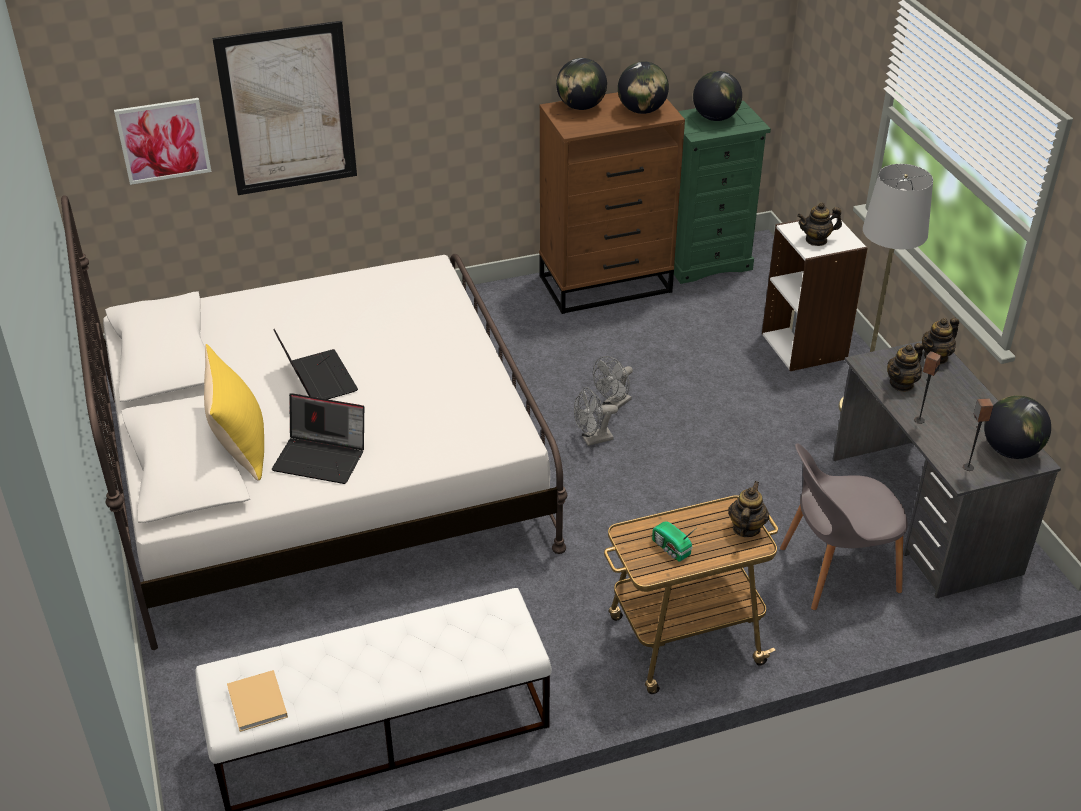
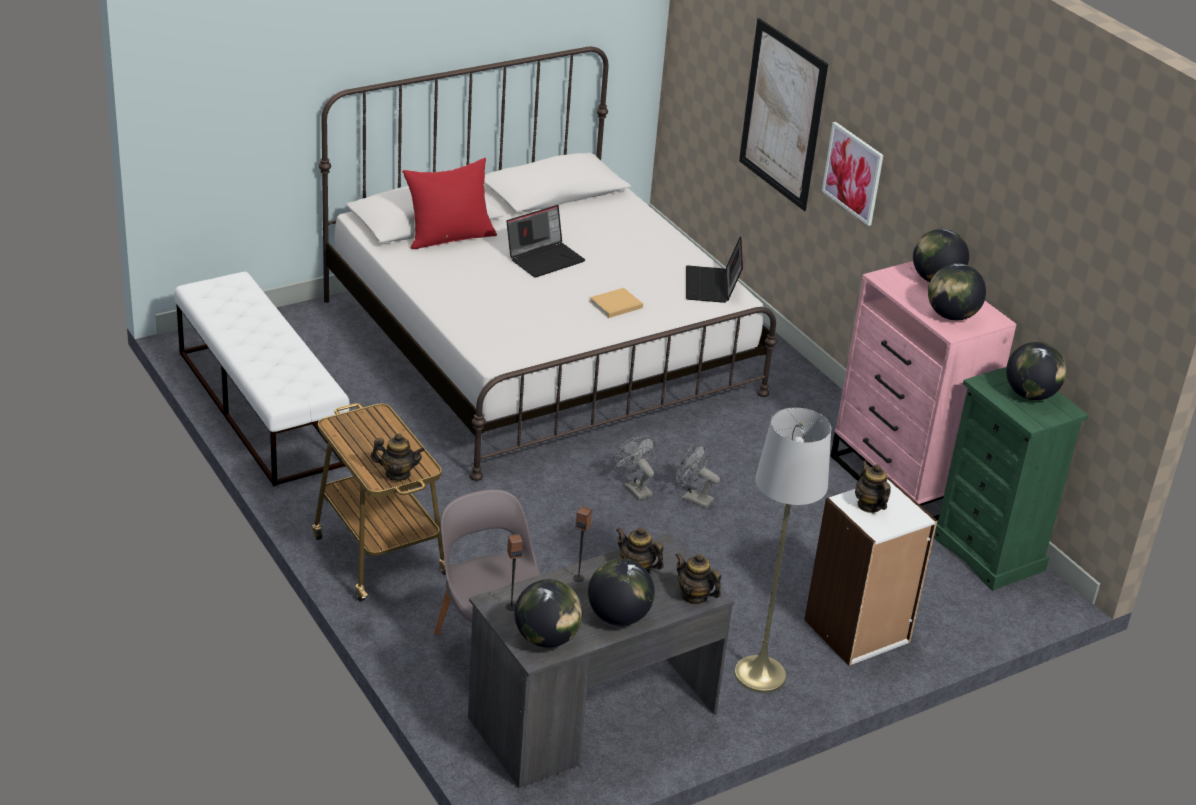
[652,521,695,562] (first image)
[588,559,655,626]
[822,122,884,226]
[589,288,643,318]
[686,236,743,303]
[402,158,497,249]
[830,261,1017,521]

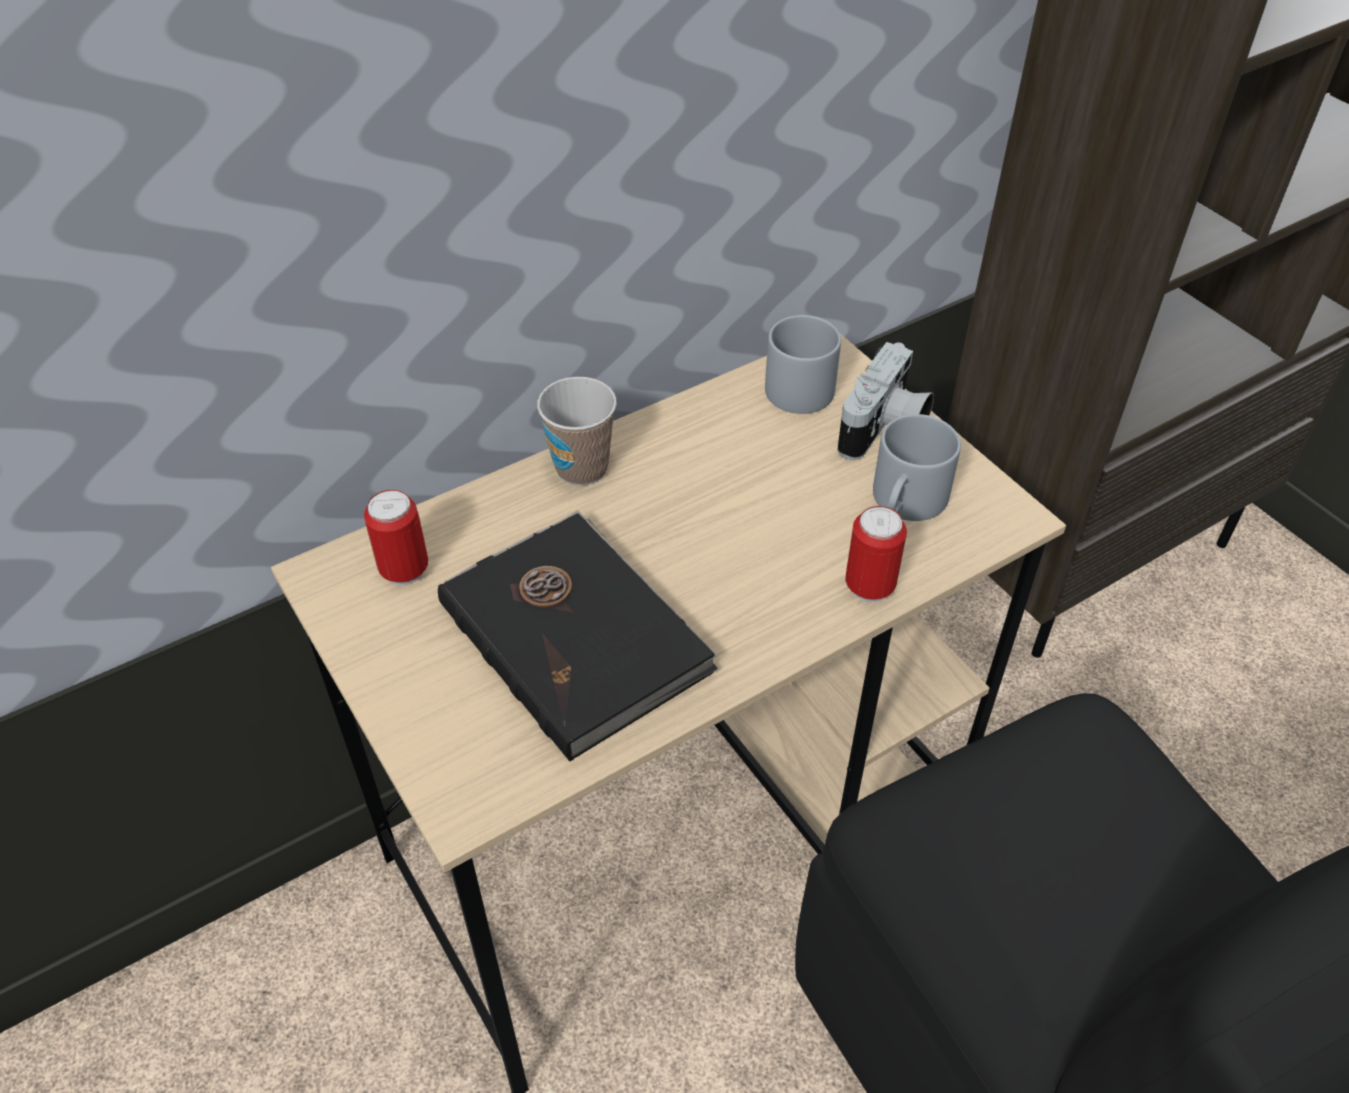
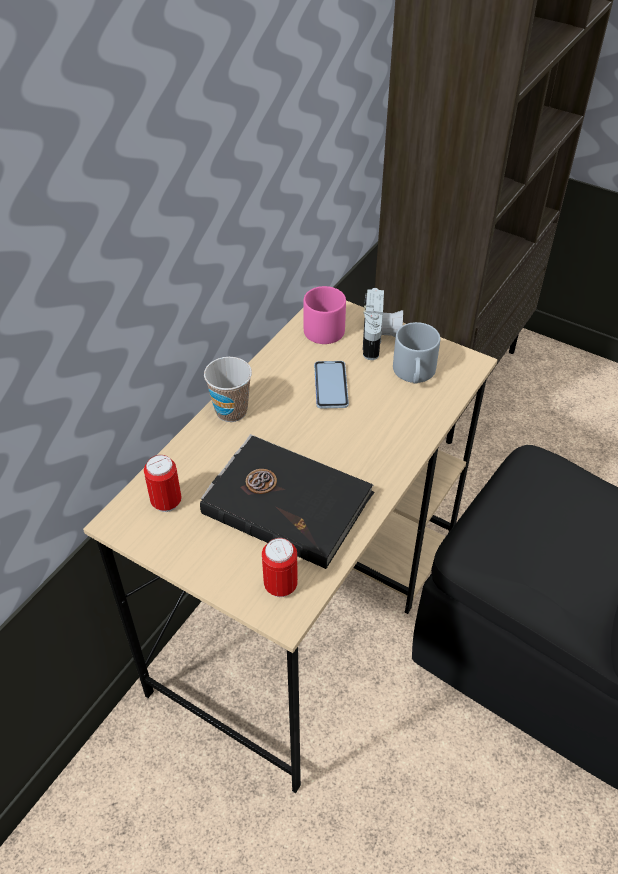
[314,361,349,409]
[262,538,298,597]
[303,286,346,344]

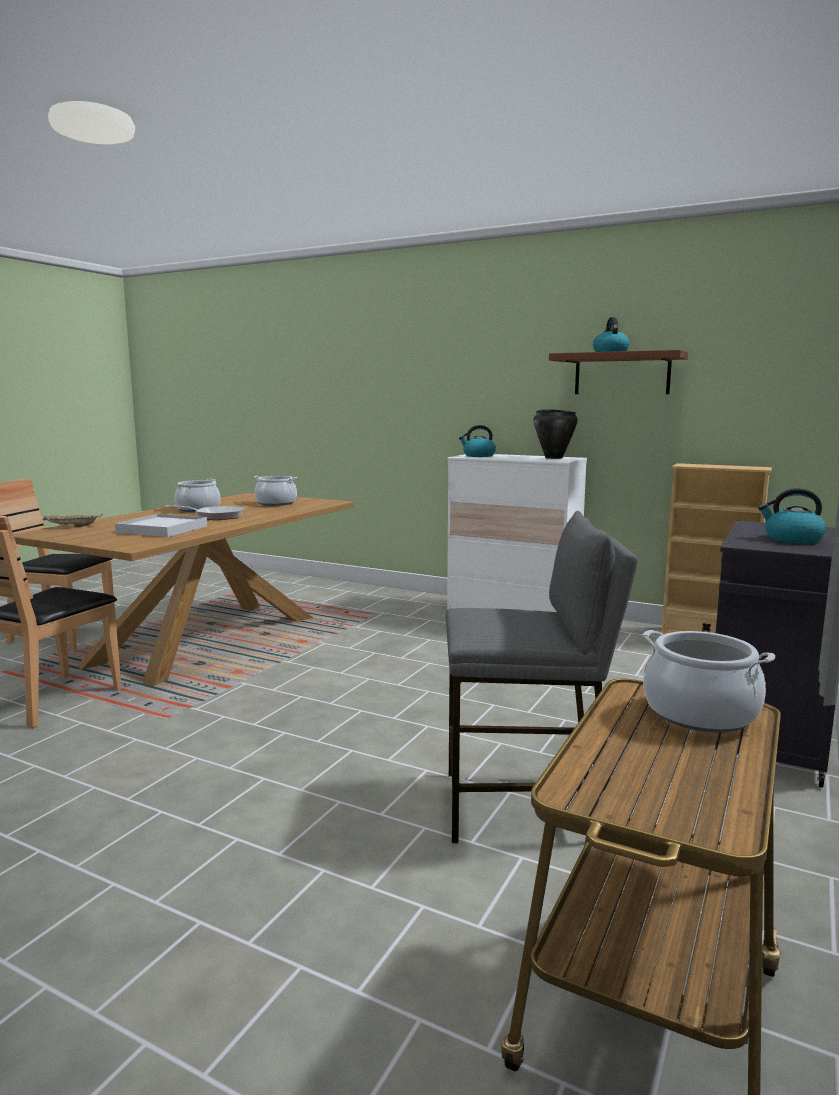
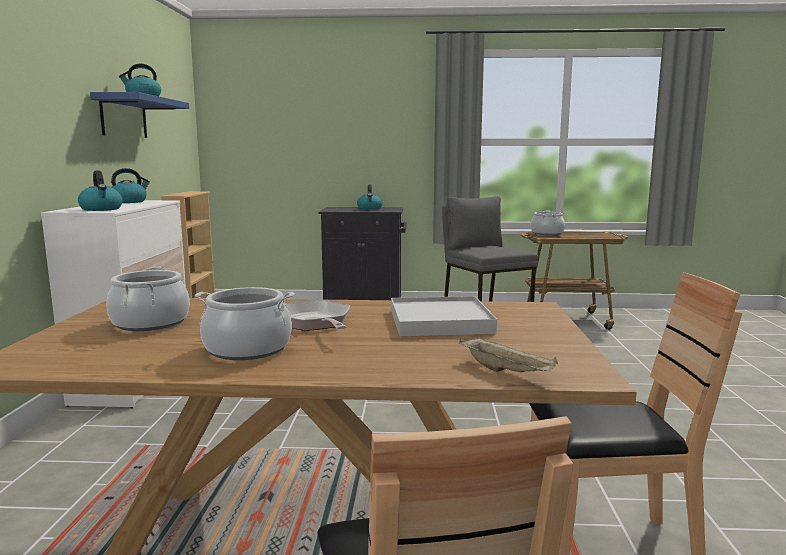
[111,168,150,203]
[90,92,189,138]

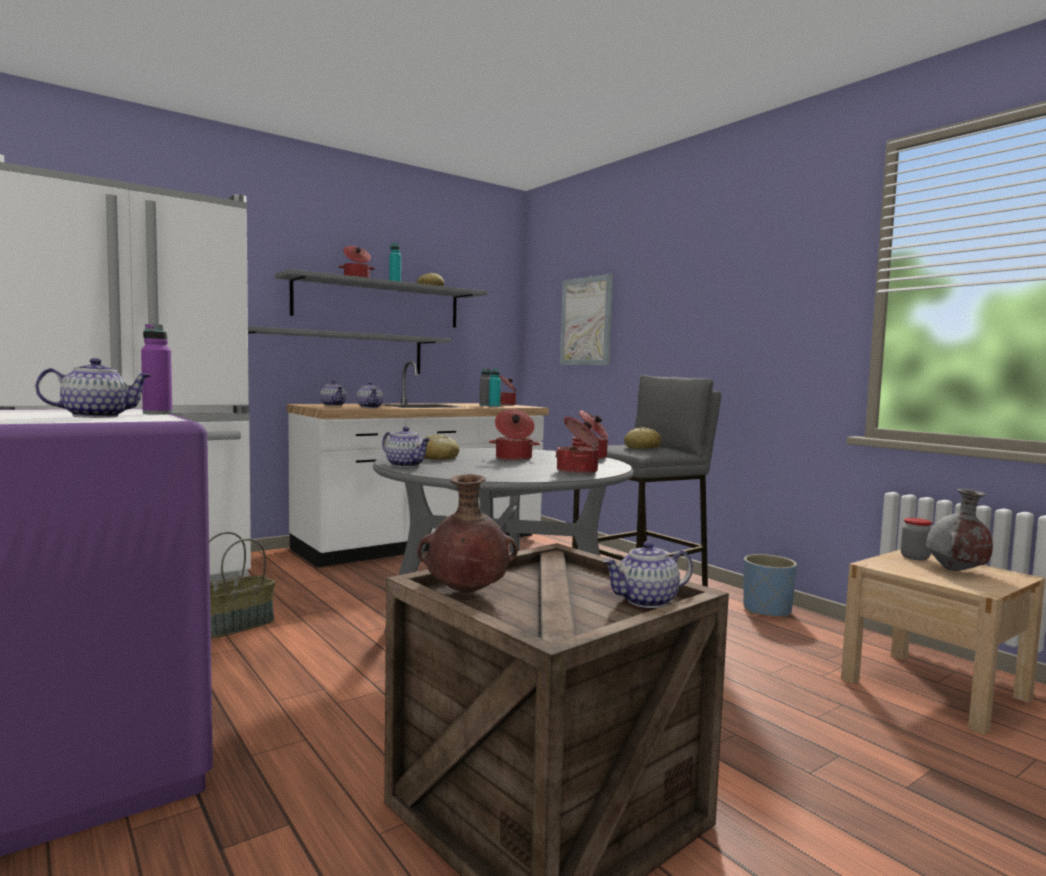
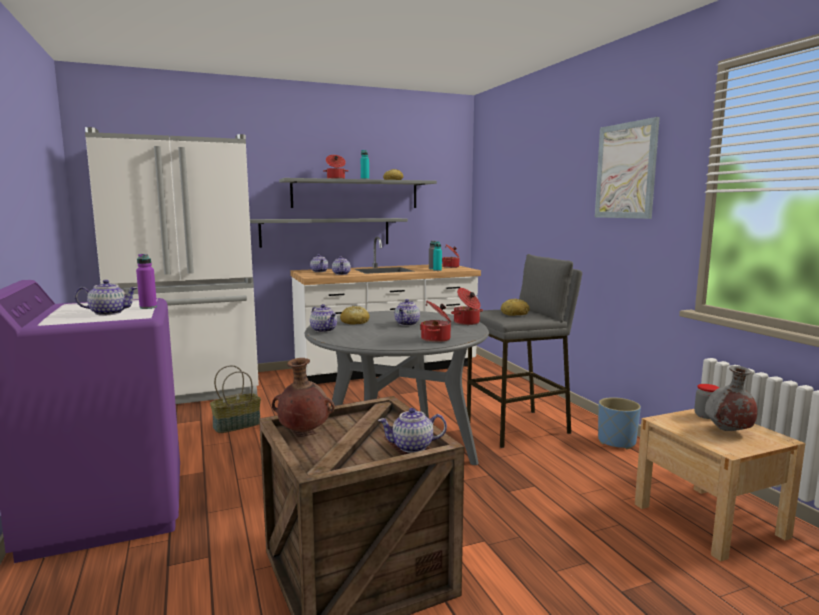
[595,117,660,219]
[394,299,420,326]

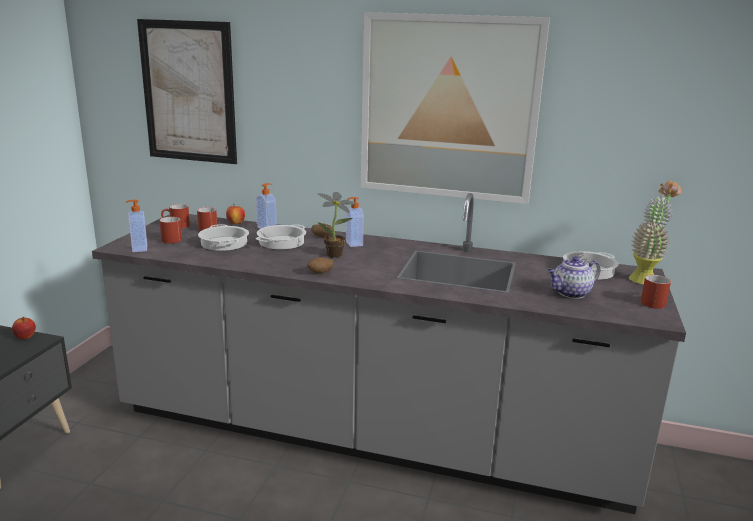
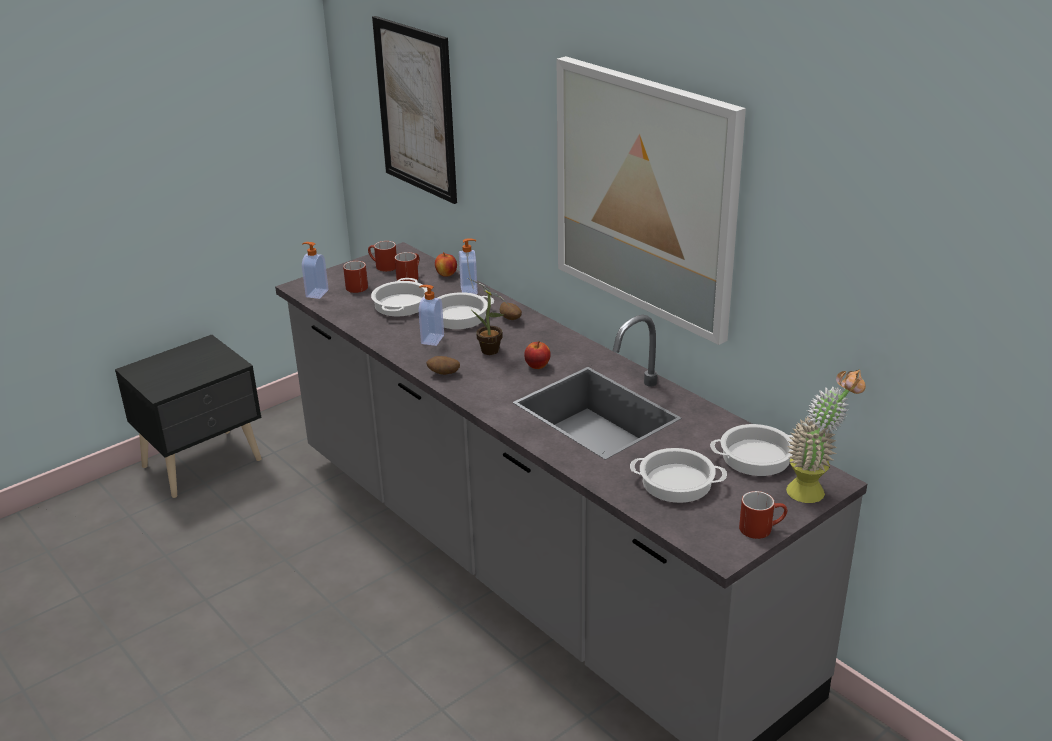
[524,341,551,369]
[419,285,444,346]
[630,448,727,503]

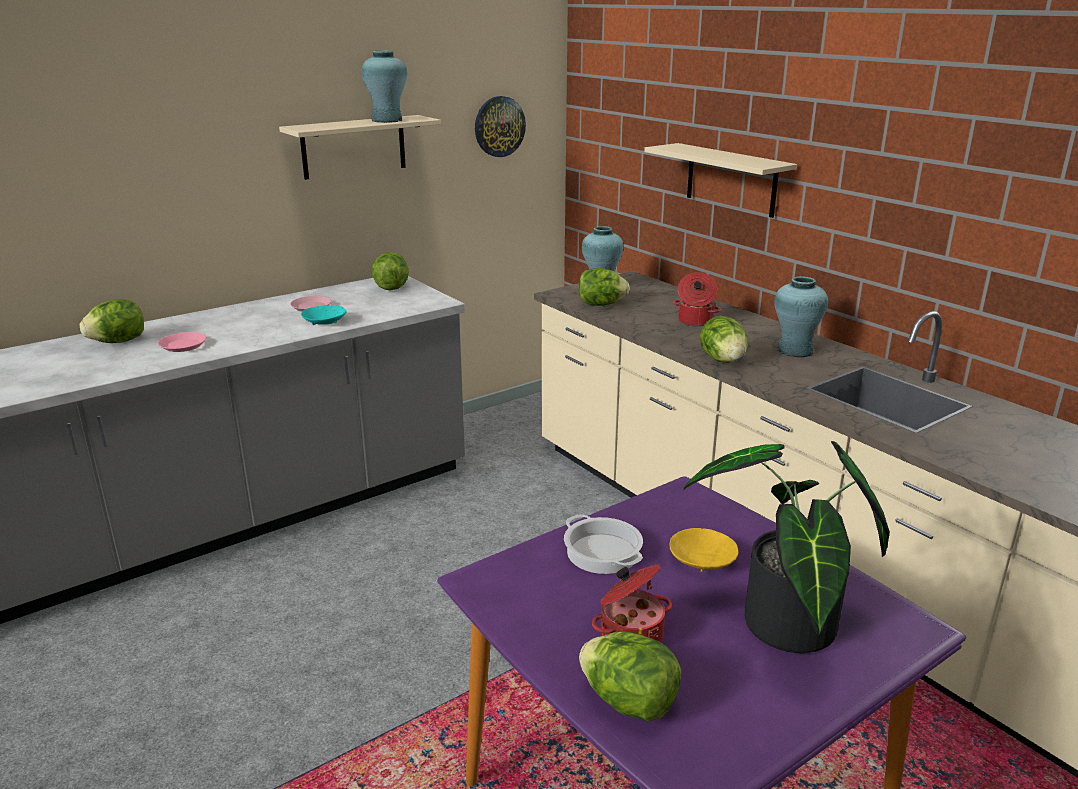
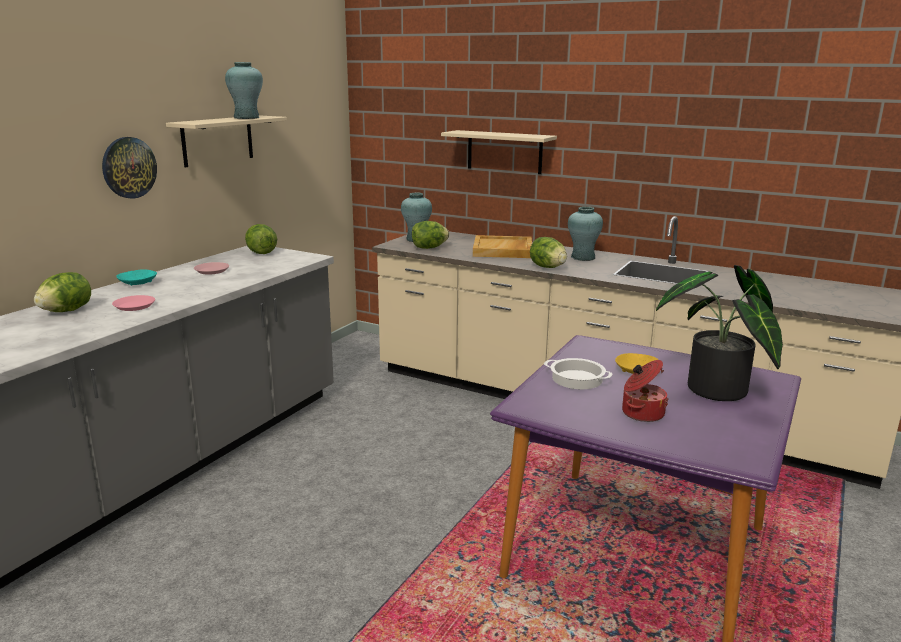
[579,632,681,722] (first image)
[116,269,157,286]
[102,137,157,199]
[473,235,532,258]

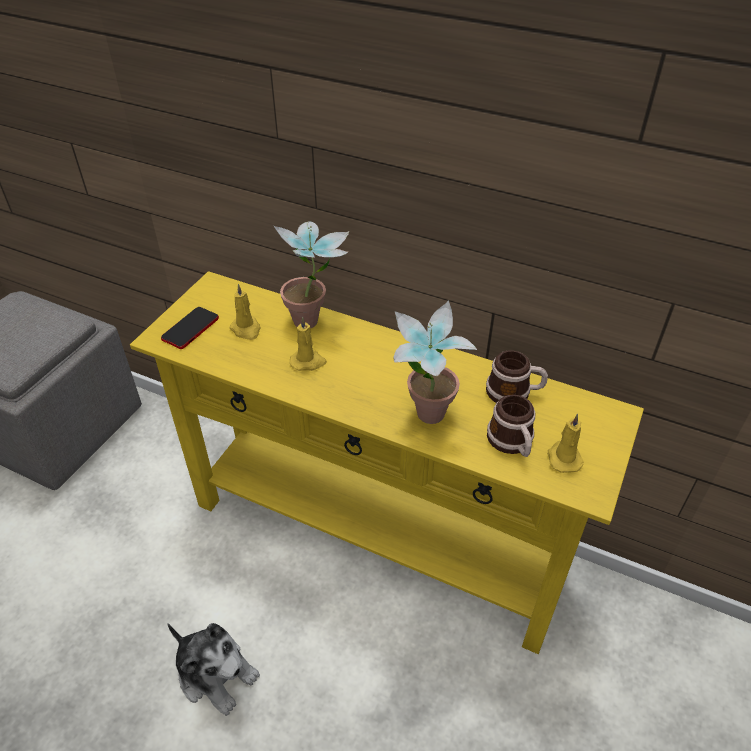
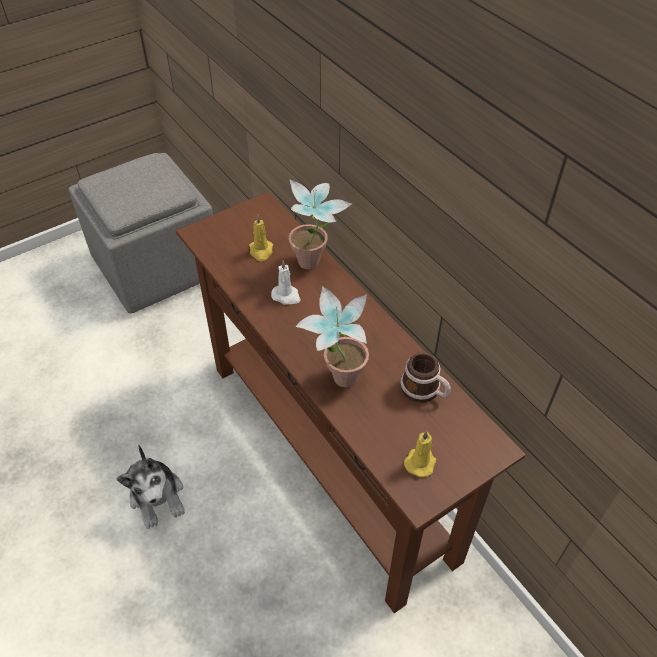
[161,307,219,349] (first image)
[487,395,535,457] (first image)
[176,192,526,613]
[271,260,301,305]

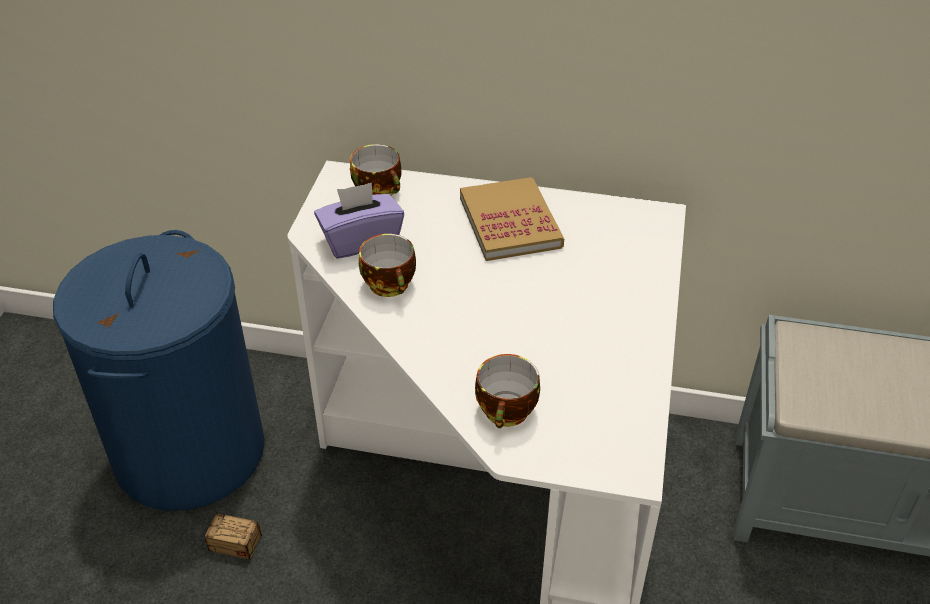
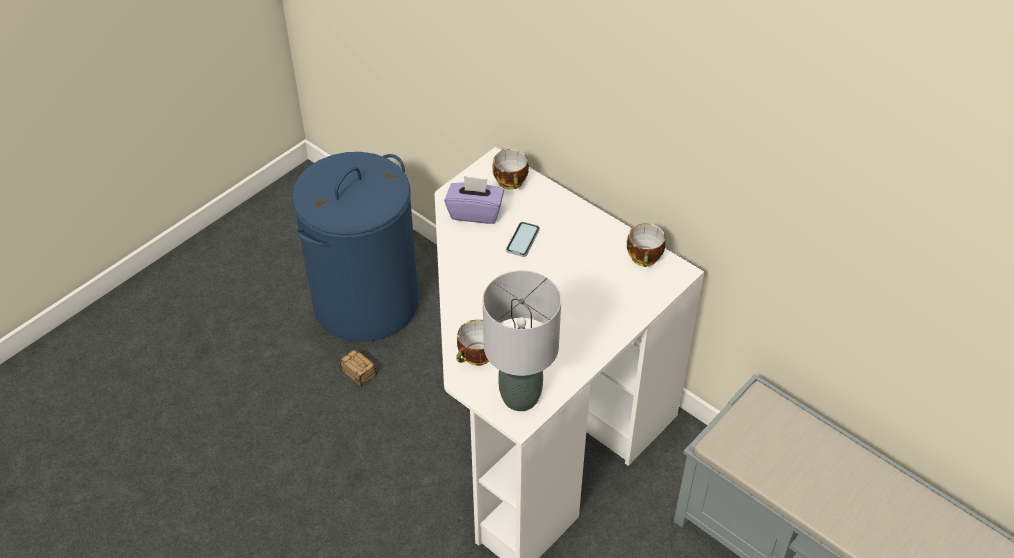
[460,177,564,261] (first image)
[483,270,561,411]
[506,222,540,257]
[627,223,665,267]

